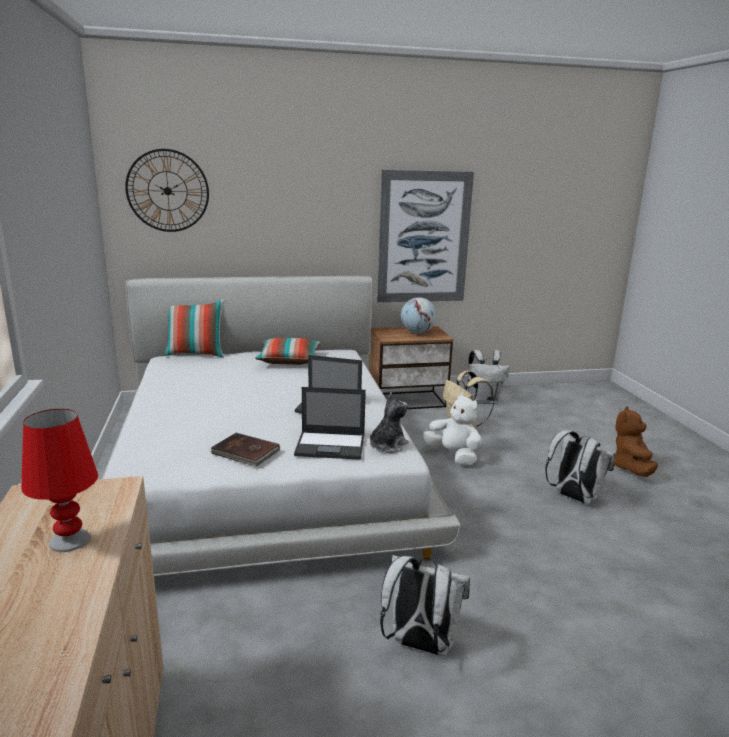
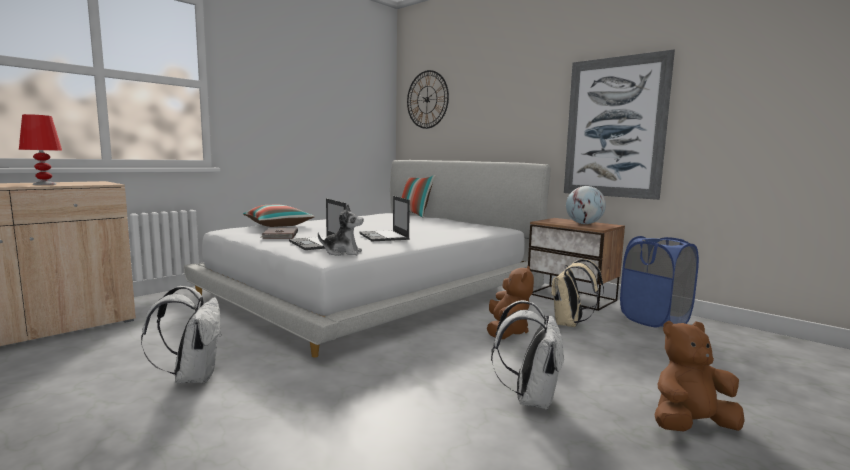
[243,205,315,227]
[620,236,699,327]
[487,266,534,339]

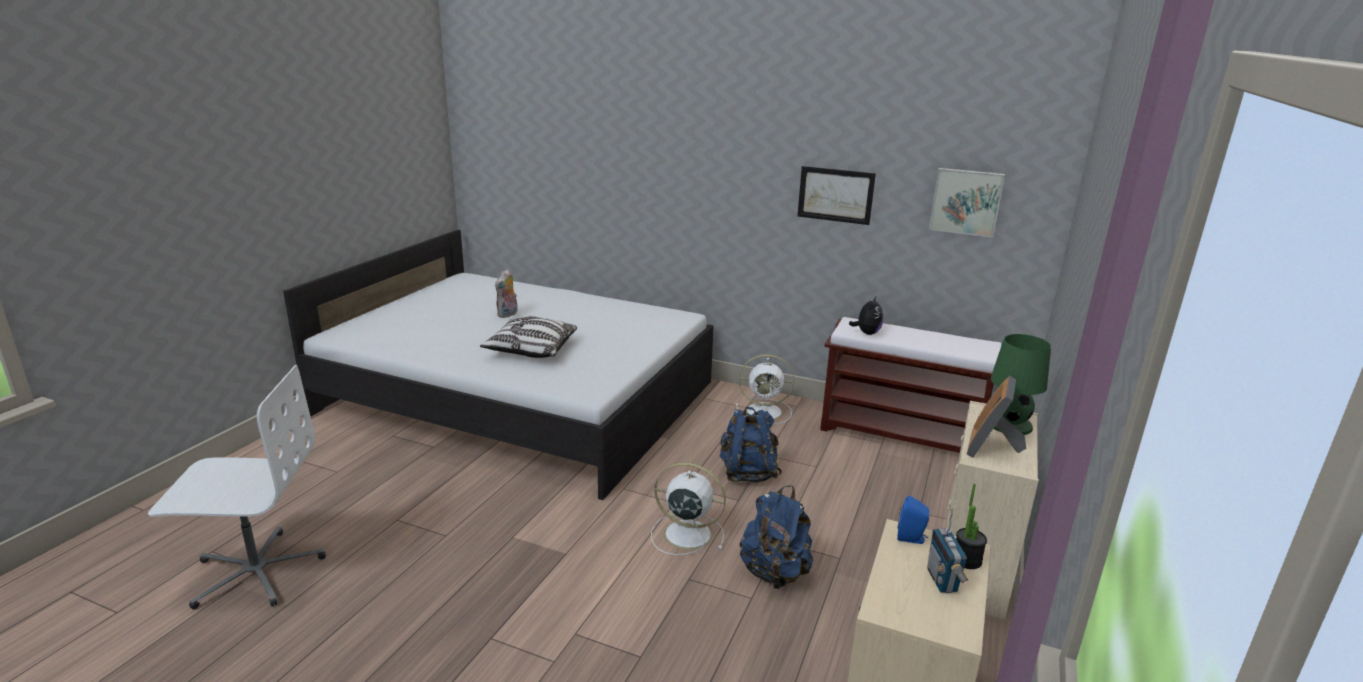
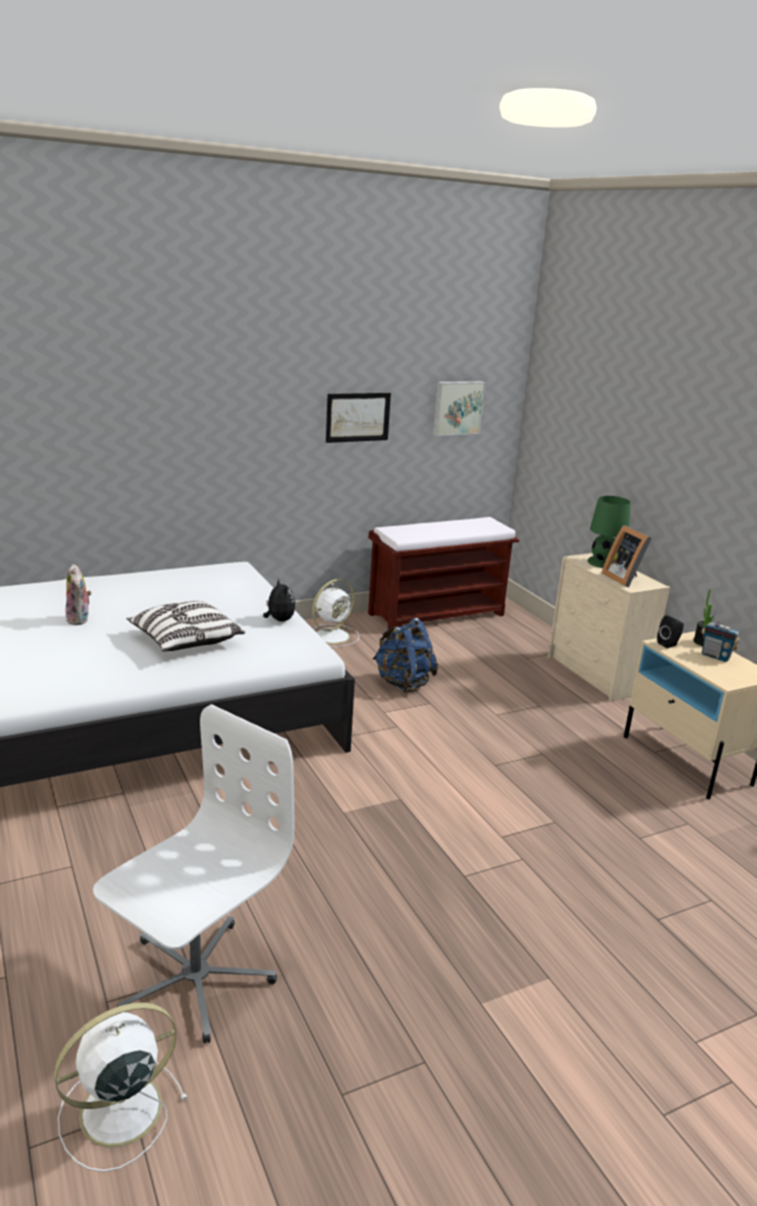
[740,485,813,589] (first image)
[54,1002,188,1172]
[263,579,295,622]
[657,615,684,648]

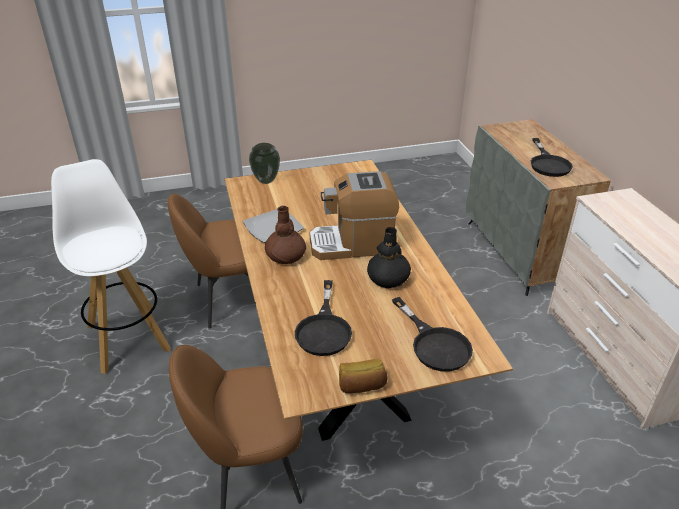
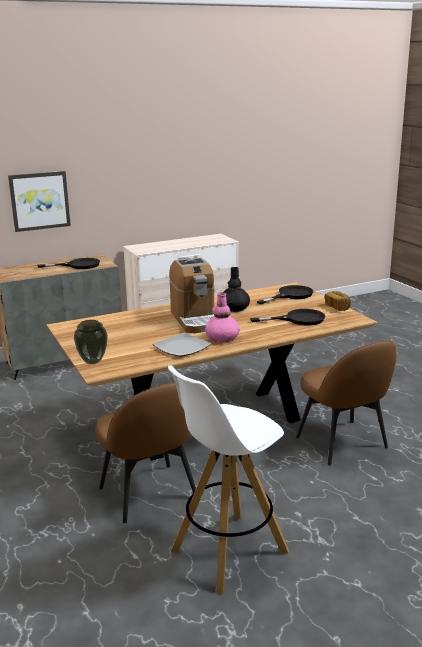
[8,171,71,232]
[205,292,240,342]

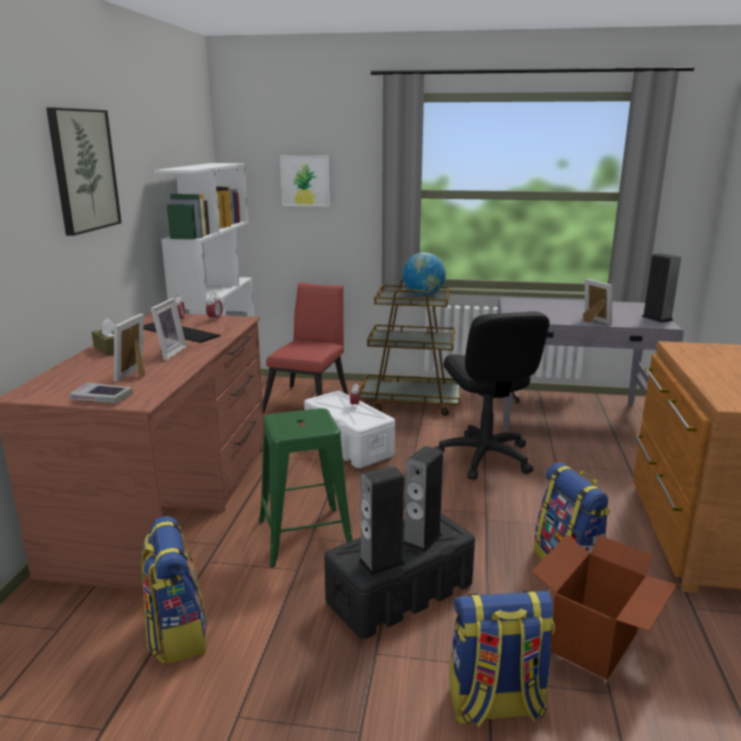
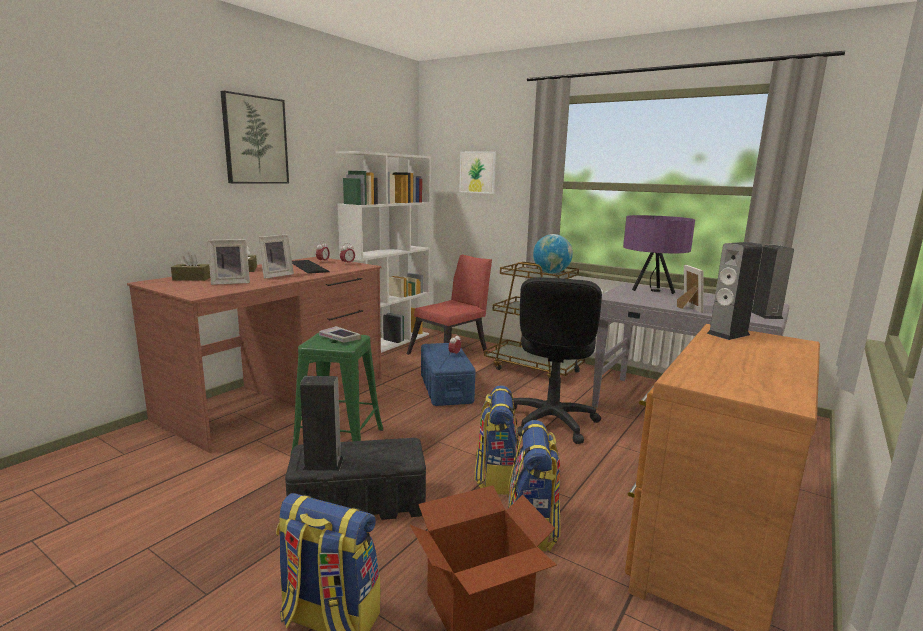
[171,253,210,281]
[623,215,695,294]
[319,326,361,343]
[474,385,519,495]
[706,242,763,340]
[421,343,475,406]
[207,239,250,285]

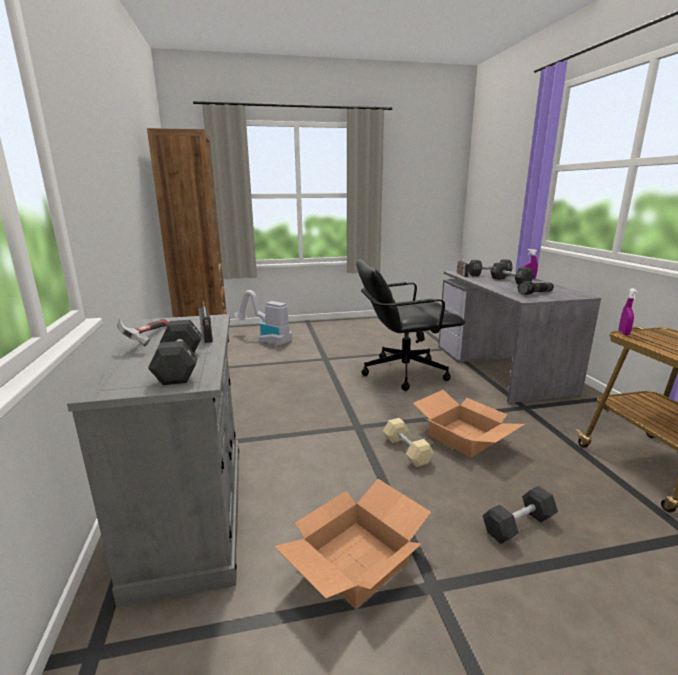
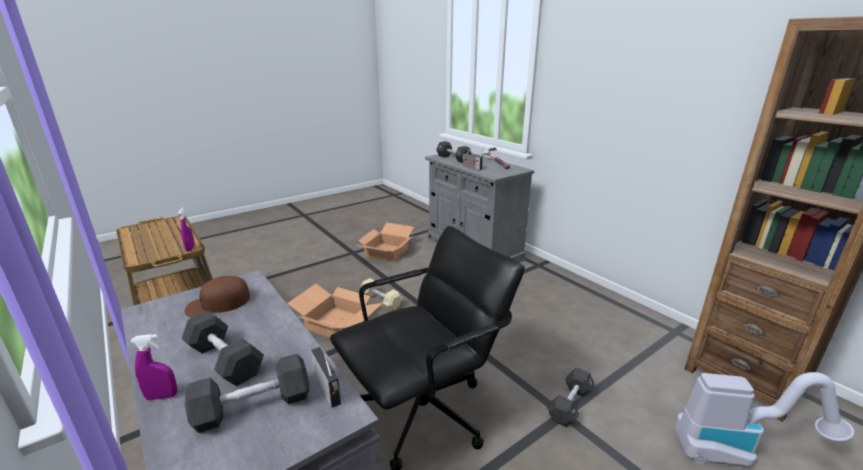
[547,368,595,427]
[184,276,250,318]

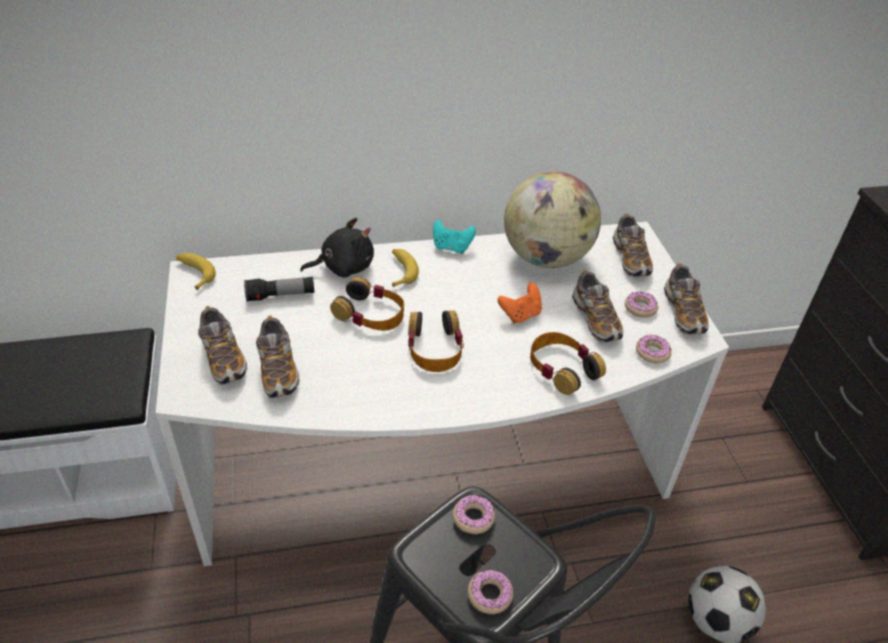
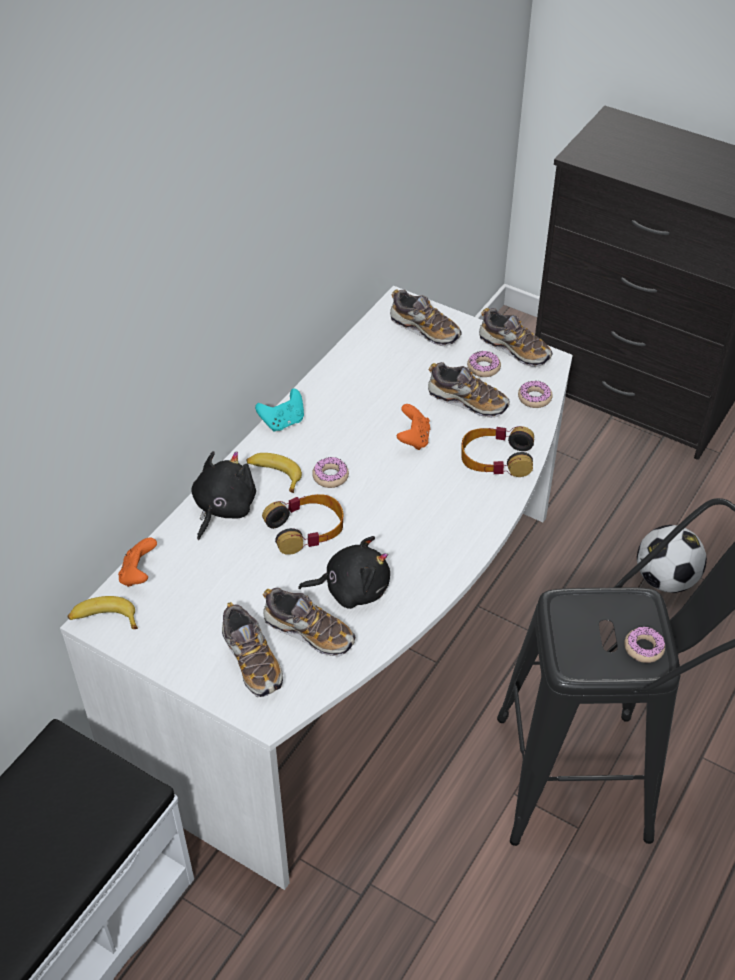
[244,276,315,302] (first image)
[408,310,464,372] (first image)
[504,171,601,268] (first image)
[118,538,157,587]
[298,536,390,609]
[312,457,349,488]
[222,602,283,697]

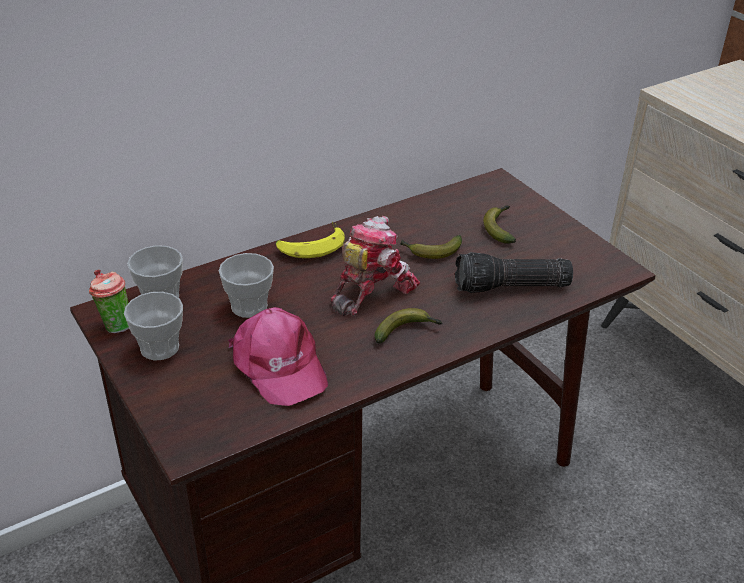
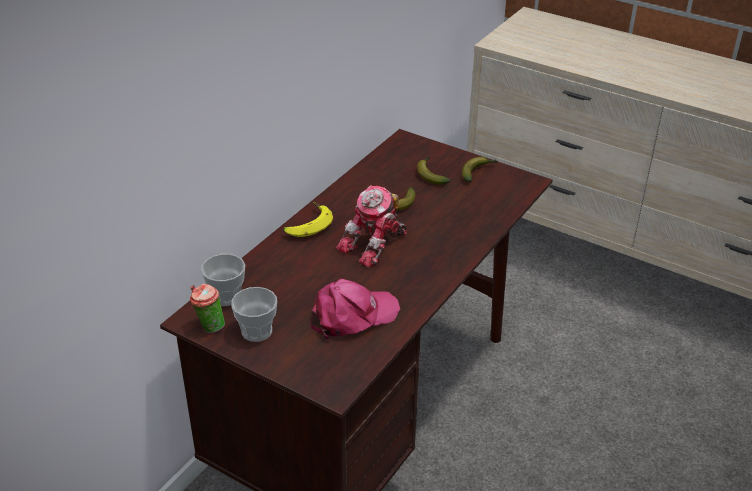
[219,253,274,318] (first image)
[455,252,573,293] (first image)
[462,157,497,182]
[311,279,400,341]
[336,185,407,268]

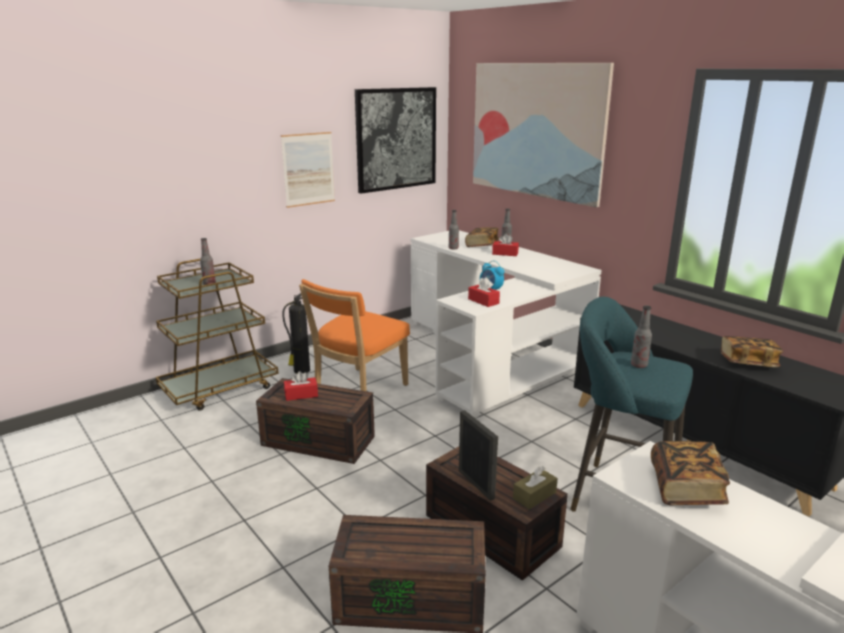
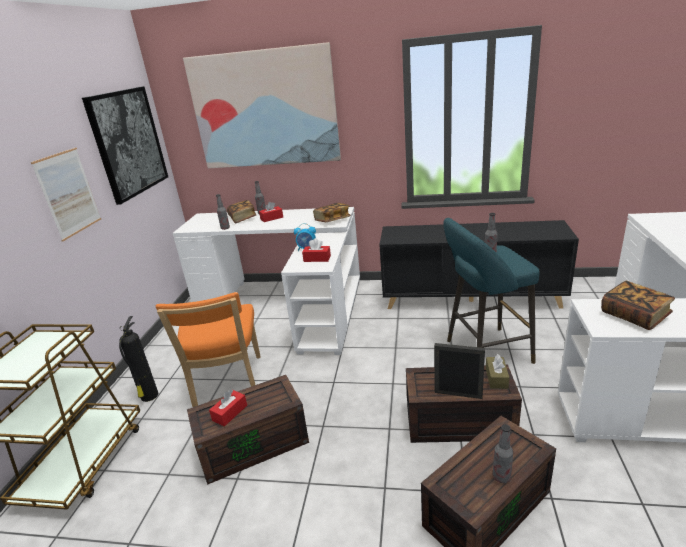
[493,424,513,483]
[313,203,350,222]

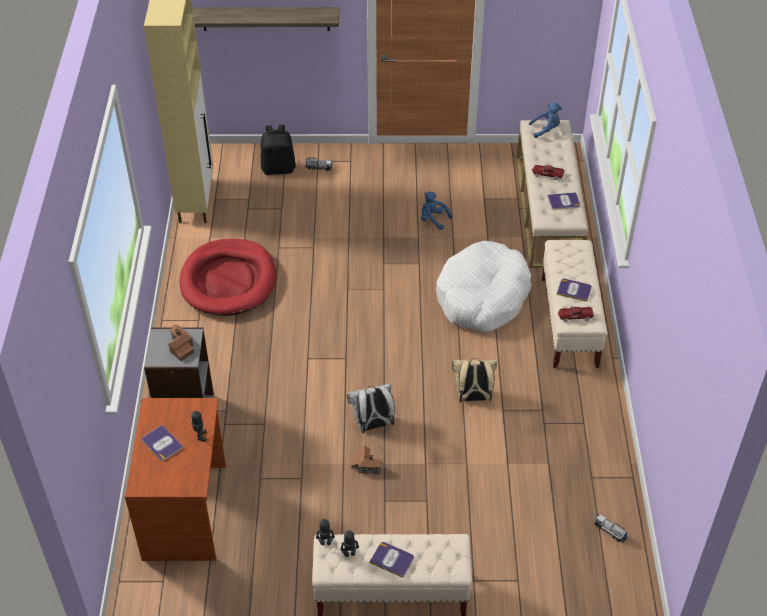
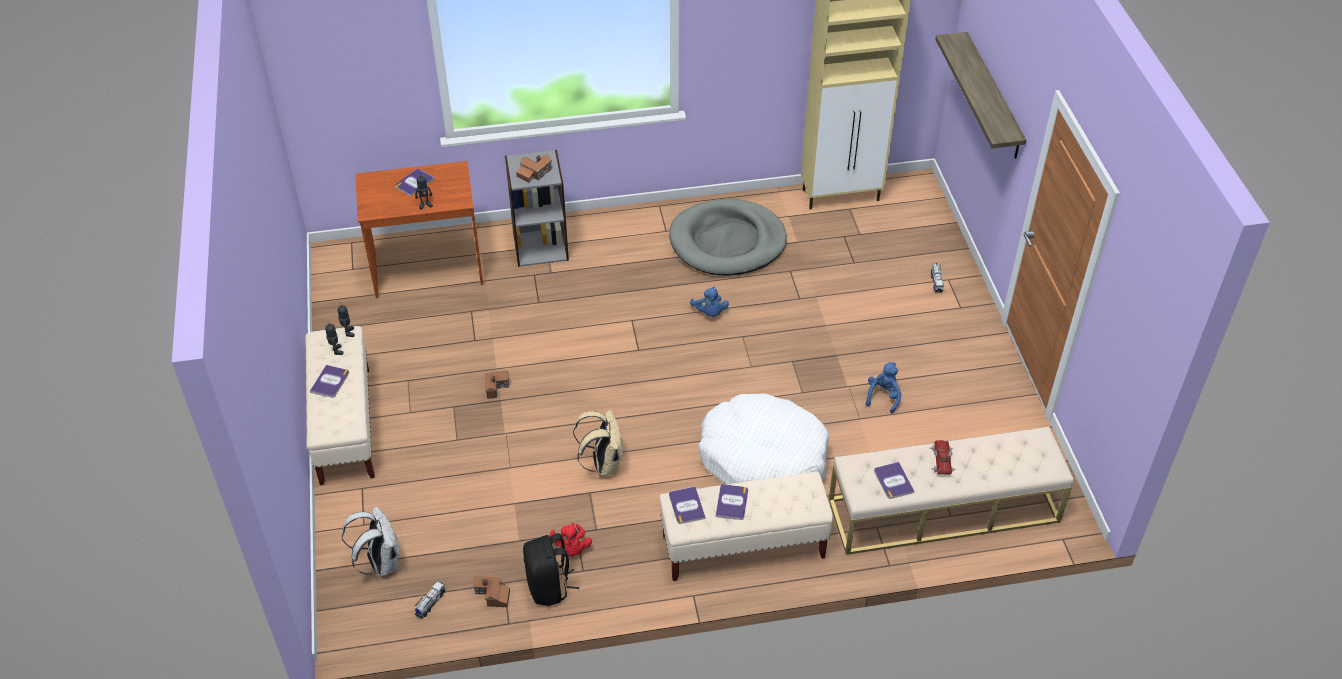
[473,576,510,607]
[549,523,592,556]
[523,533,579,606]
[342,506,400,577]
[690,287,729,317]
[669,486,706,524]
[669,199,787,276]

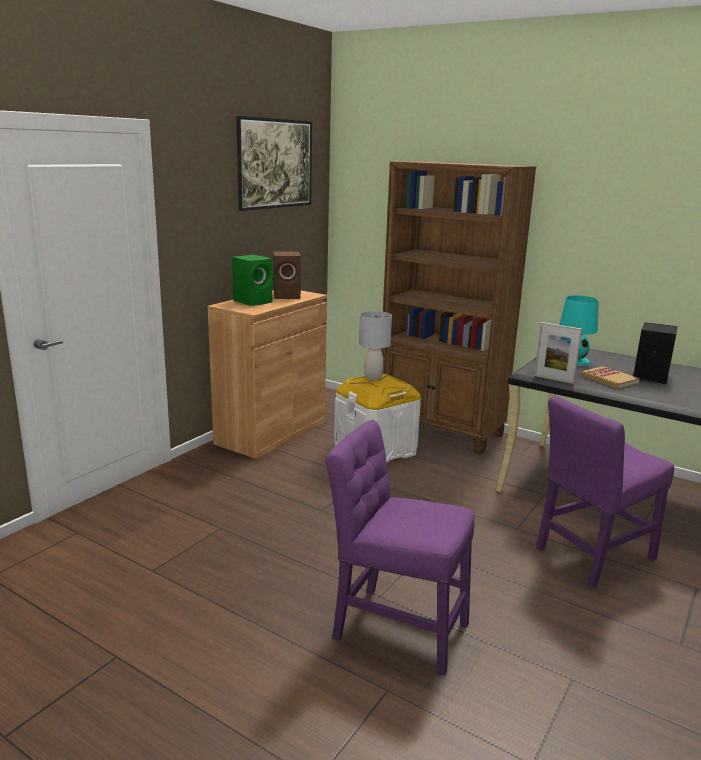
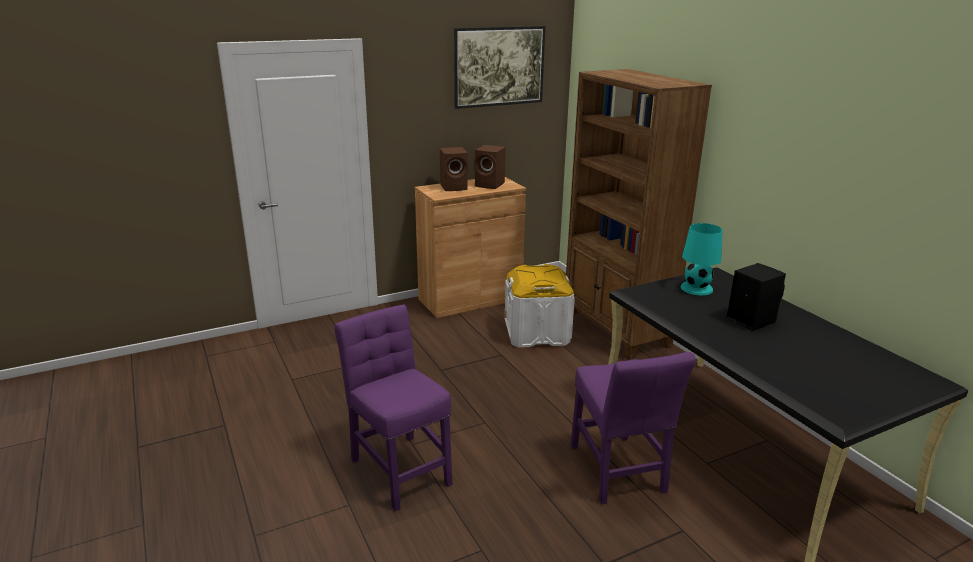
[359,311,392,381] (first image)
[534,322,582,384] (first image)
[581,366,640,389] (first image)
[440,147,468,191]
[571,352,696,504]

